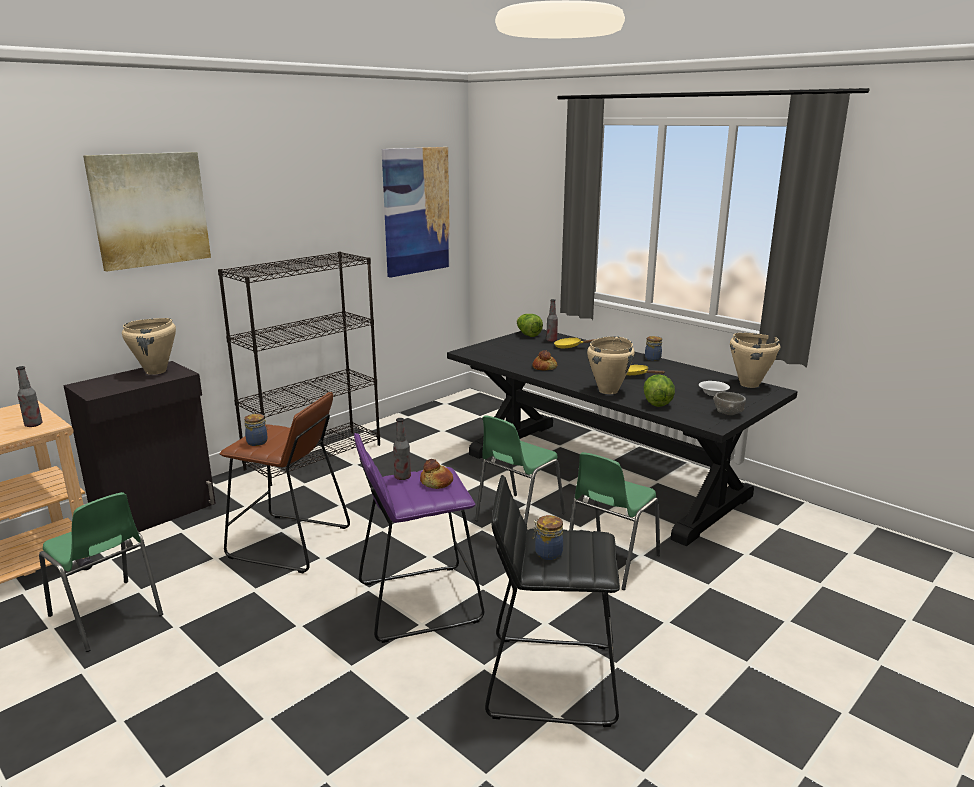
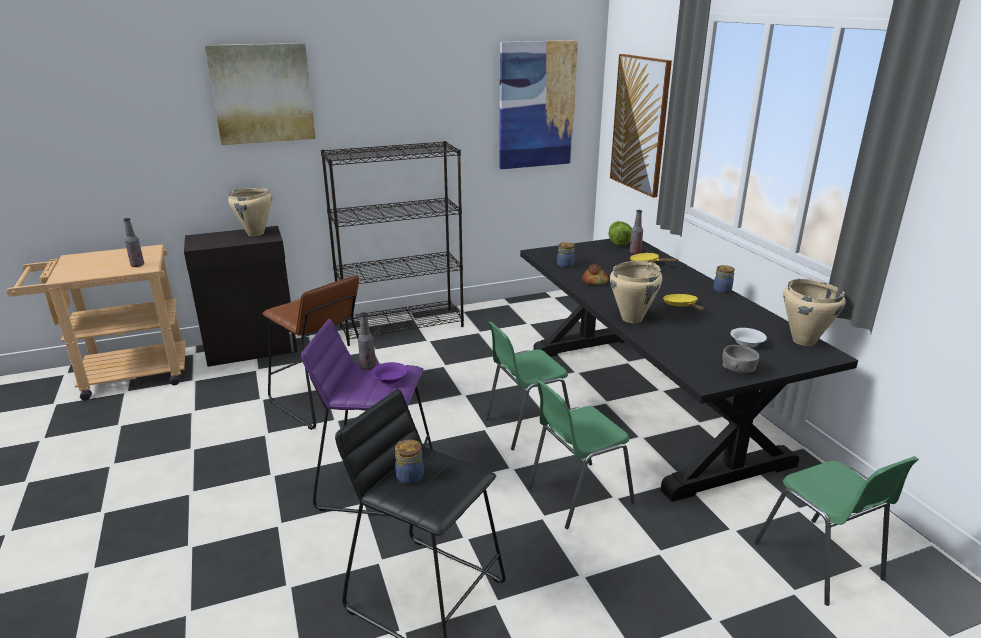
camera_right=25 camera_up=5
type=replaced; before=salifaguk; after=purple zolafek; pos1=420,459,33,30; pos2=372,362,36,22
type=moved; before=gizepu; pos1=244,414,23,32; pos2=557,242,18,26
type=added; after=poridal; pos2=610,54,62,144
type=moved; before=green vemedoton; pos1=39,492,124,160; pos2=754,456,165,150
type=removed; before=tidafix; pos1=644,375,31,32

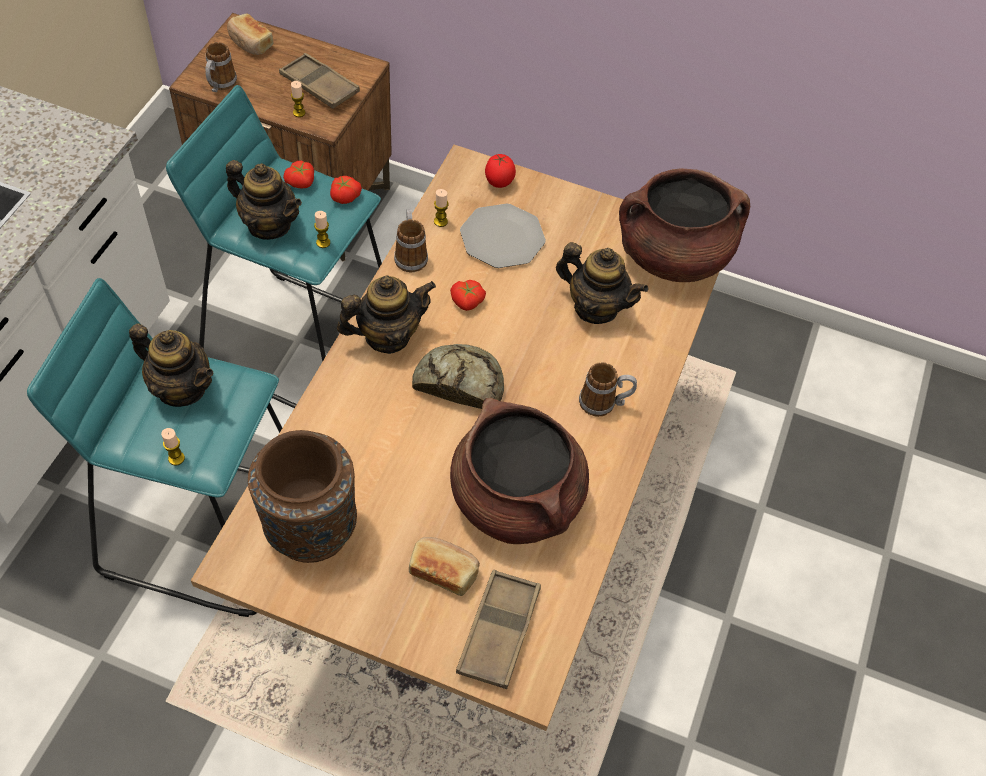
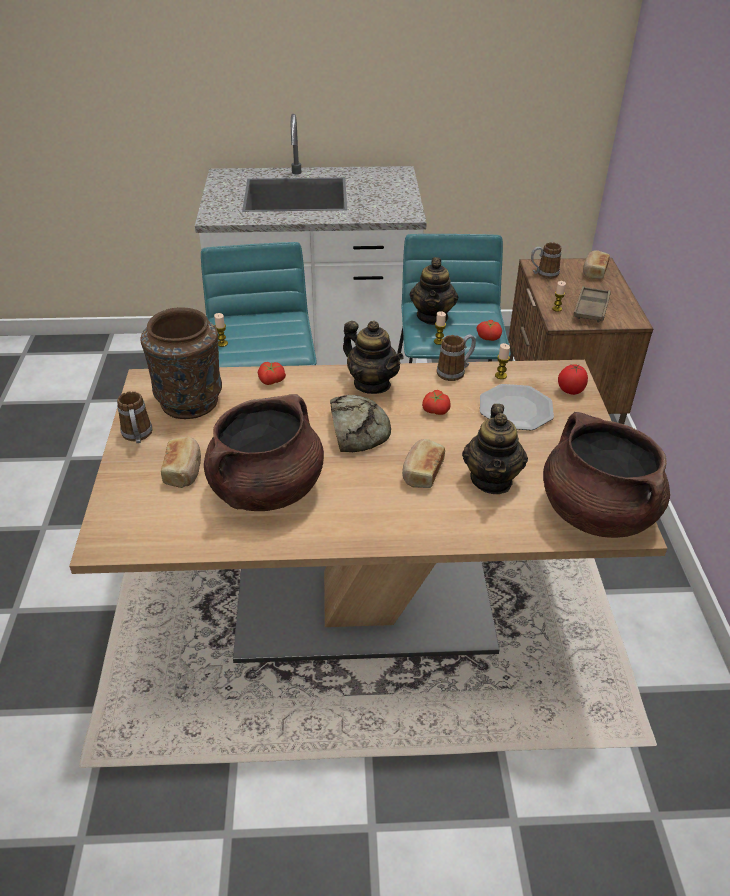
camera_right=70 camera_up=-15
type=moved; before=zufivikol; pos1=579,362,58,55; pos2=117,391,35,52
type=moved; before=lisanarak; pos1=283,161,31,27; pos2=258,362,28,23
type=added; after=salifaguk; pos2=402,439,43,49
type=removed; before=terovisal; pos1=129,323,85,84
type=removed; before=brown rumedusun; pos1=456,570,85,119

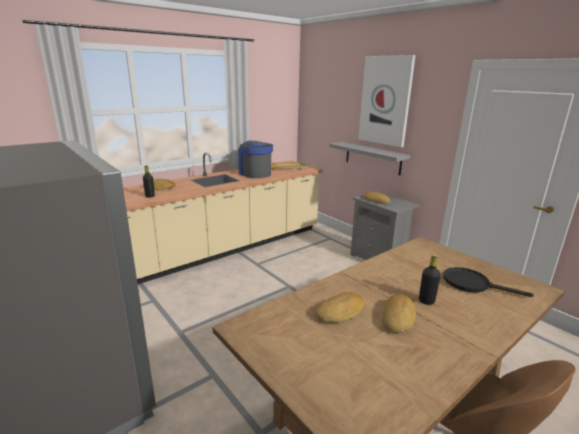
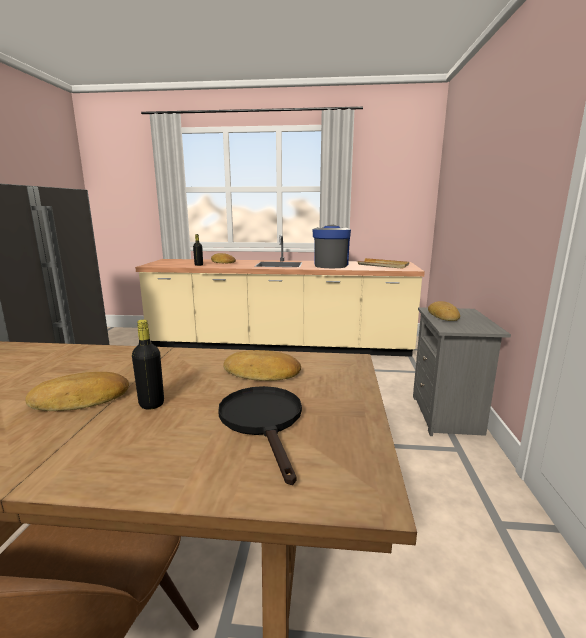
camera_right=45 camera_up=-5
type=moved; before=salifaguk; pos1=315,292,49,31; pos2=223,350,78,31
type=removed; before=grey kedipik; pos1=329,142,81,33
type=removed; before=poridal; pos1=358,55,57,92

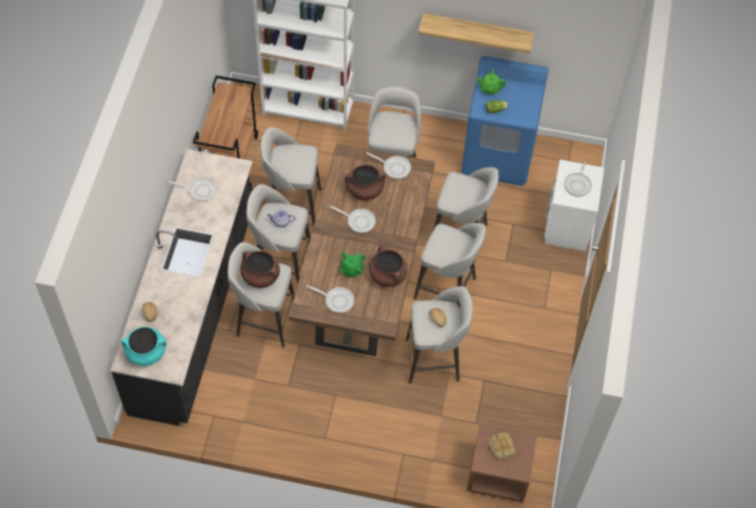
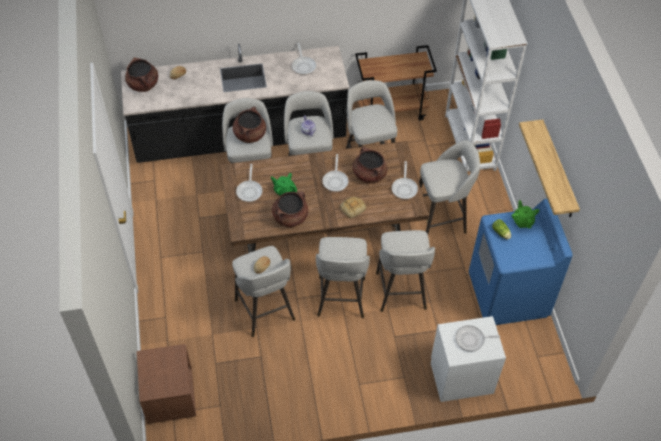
camera_right=70 camera_up=-5
type=recoloured; before=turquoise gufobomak; after=brown gufobomak; pos1=121,327,46,39; pos2=125,57,33,35
type=moved; before=salifaguk; pos1=488,433,28,26; pos2=340,197,26,22

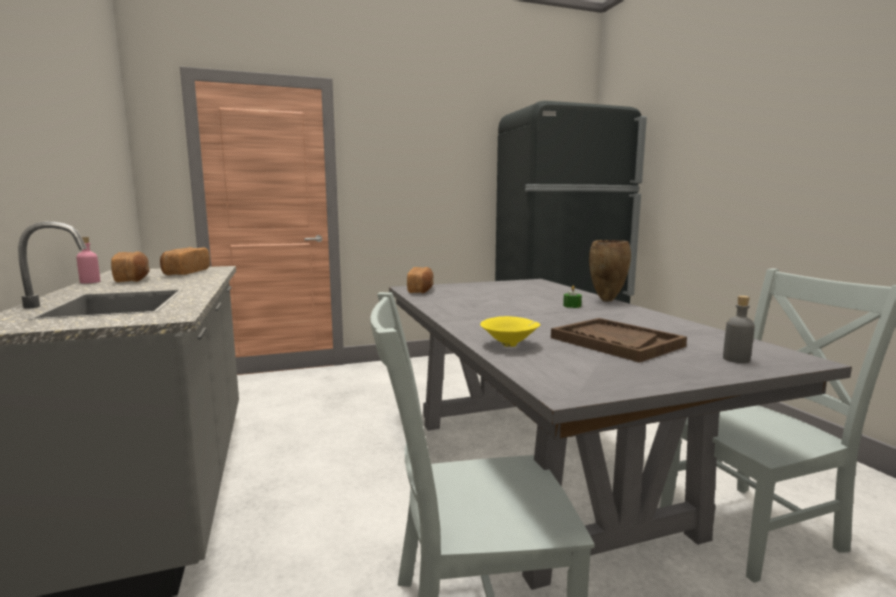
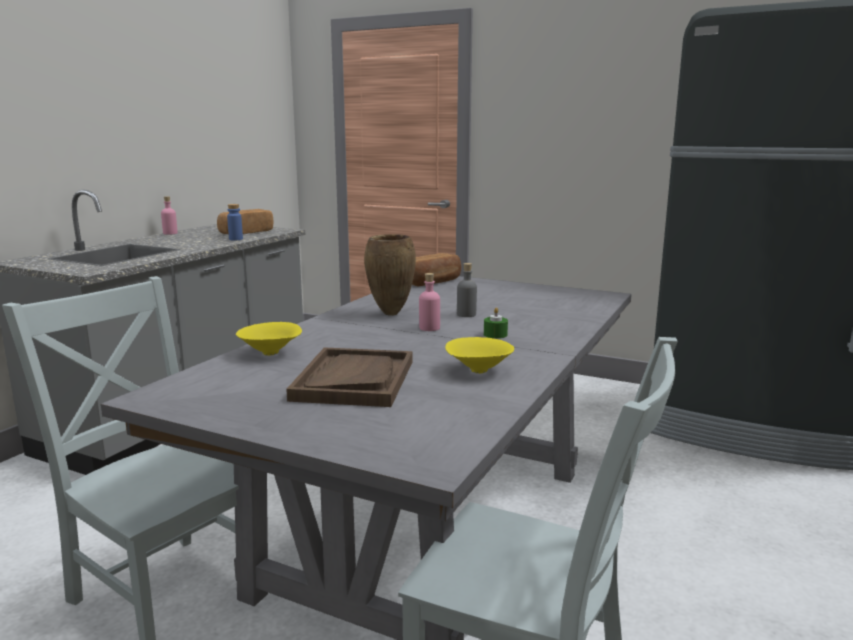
camera_right=45 camera_up=5
type=added; after=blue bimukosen; pos2=227,204,16,37
type=moved; before=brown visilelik; pos1=589,240,42,62; pos2=364,234,52,82
type=added; after=pink bimukosen; pos2=419,273,21,58
type=added; after=yellow zolafek; pos2=445,337,69,36
type=moved; before=grey bimukosen; pos1=723,296,32,67; pos2=457,263,20,54
type=removed; before=salifaguk; pos1=111,251,38,31

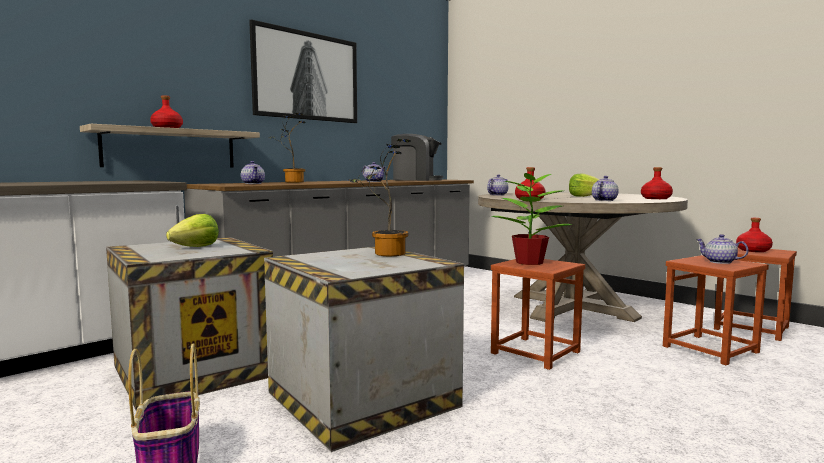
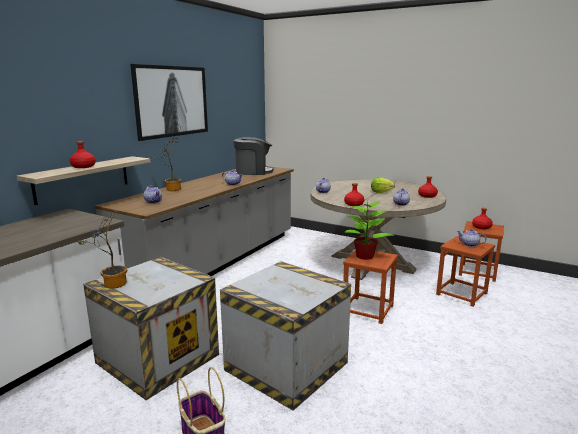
camera_right=-15 camera_up=10
type=moved; before=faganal; pos1=348,139,63,117; pos2=78,210,49,79
type=removed; before=tidafix; pos1=166,214,53,33

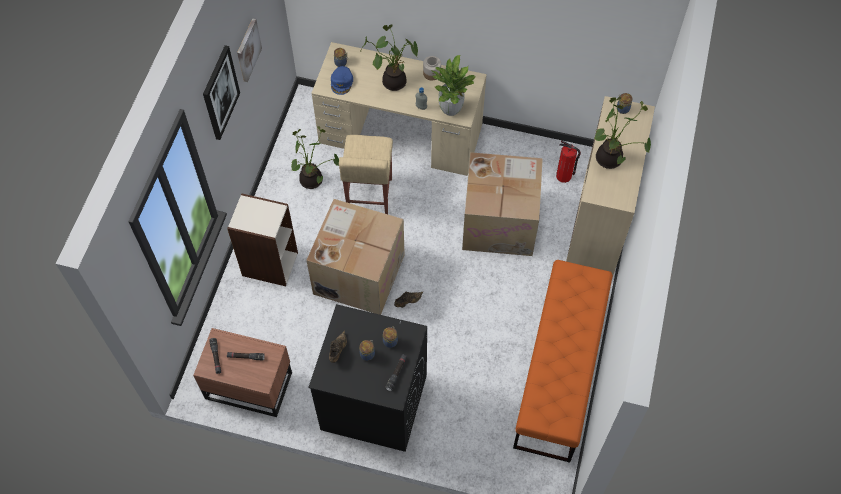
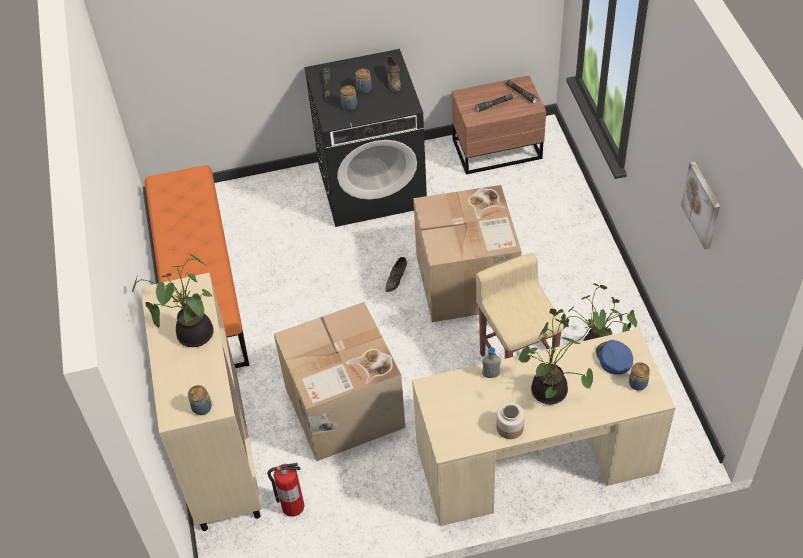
camera_right=155 camera_up=-10
type=removed; before=poridal; pos1=203,45,37,95
type=removed; before=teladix; pos1=227,193,71,93
type=removed; before=faganal; pos1=431,55,45,61

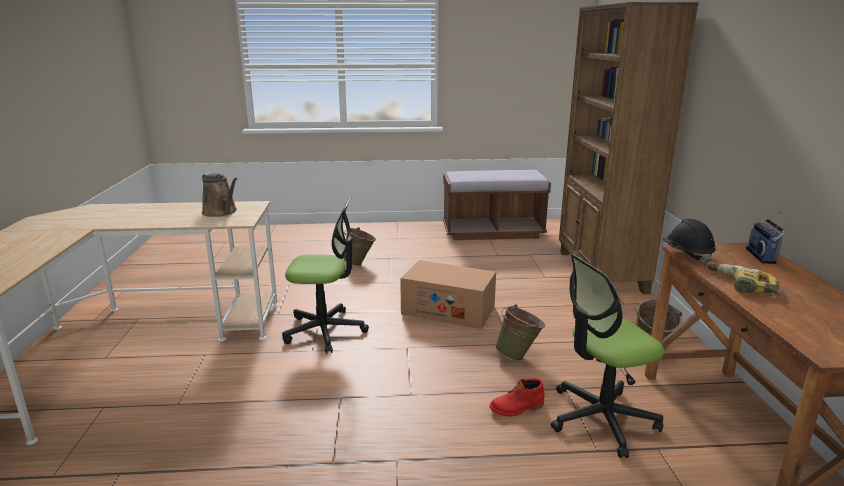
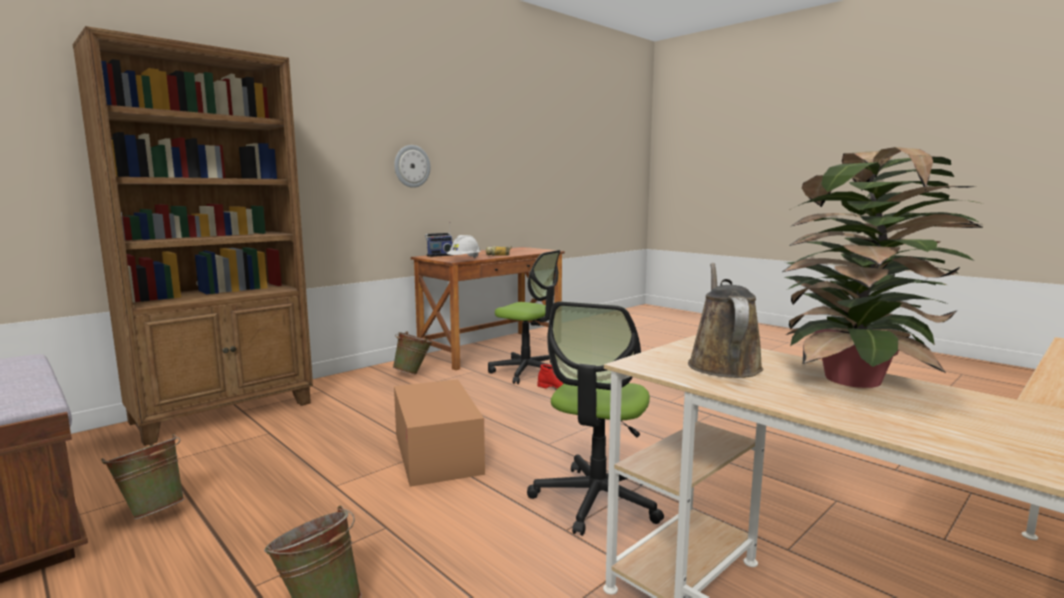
camera_right=-130 camera_up=-10
type=moved; before=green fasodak; pos1=495,304,50,57; pos2=101,434,84,85
type=added; after=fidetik; pos2=394,145,37,43
type=recoloured; before=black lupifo; after=white lupifo; pos1=662,219,54,45; pos2=447,235,34,23
type=turned; before=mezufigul; pos1=282,196,87,157; pos2=527,301,137,235; turn=-120
type=added; after=faganal; pos2=782,147,202,241

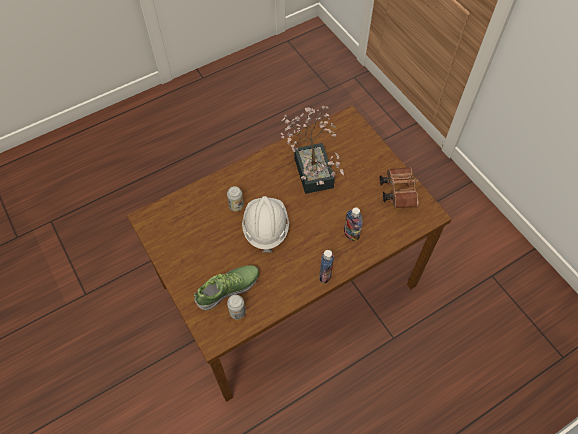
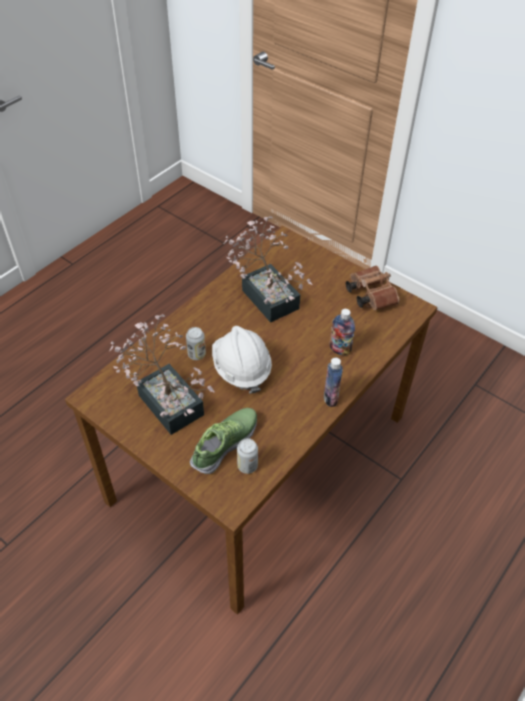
camera_right=-20 camera_up=-10
type=added; after=faganal; pos2=109,314,106,121

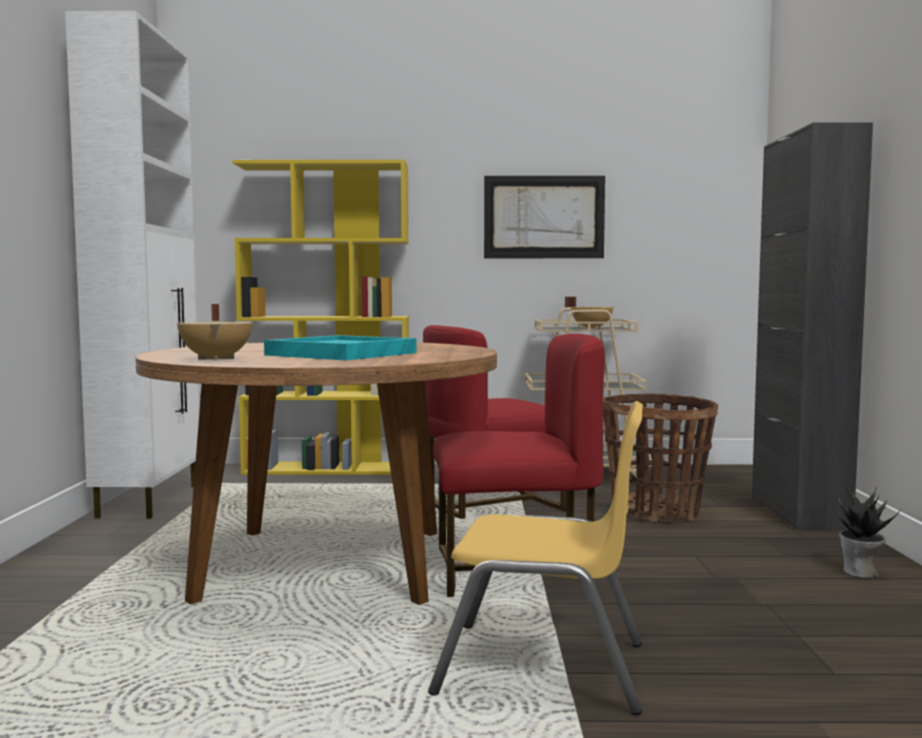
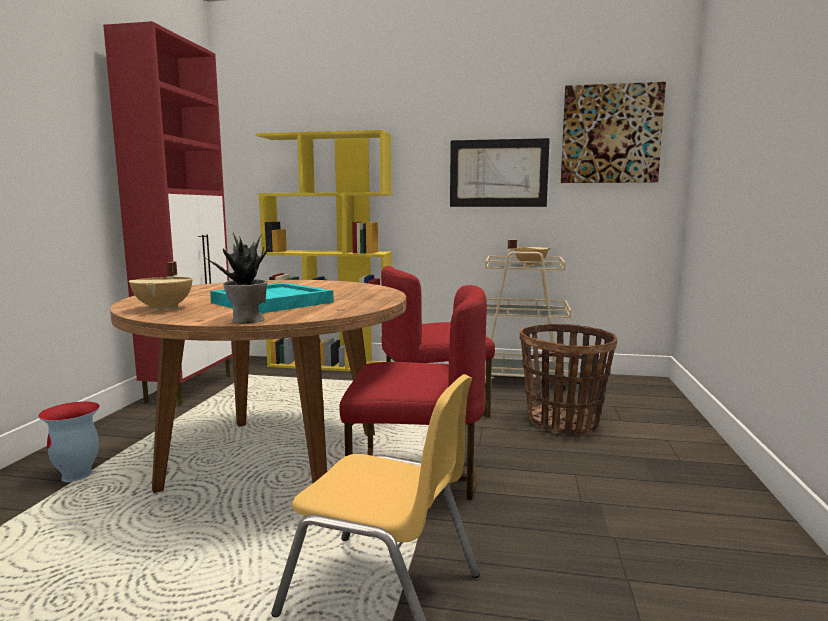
camera_right=10 camera_up=5
type=added; after=visilelik; pos2=38,401,62,81
type=recoloured; before=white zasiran; after=red zasiran; pos1=65,11,135,508; pos2=103,21,130,384
type=moved; before=faganal; pos1=835,486,65,92; pos2=205,233,65,90
type=added; after=poridal; pos2=561,82,105,101
type=removed; before=black zasiran; pos1=752,122,121,408

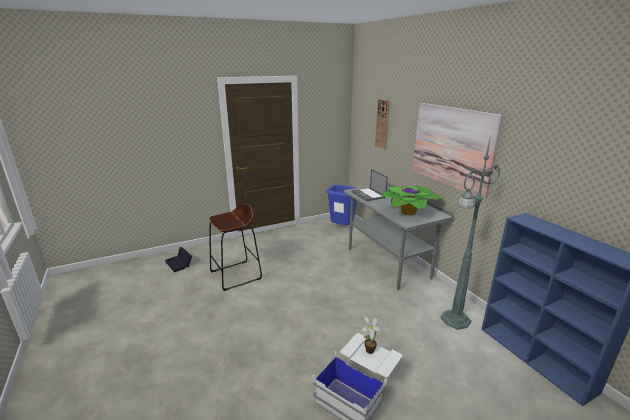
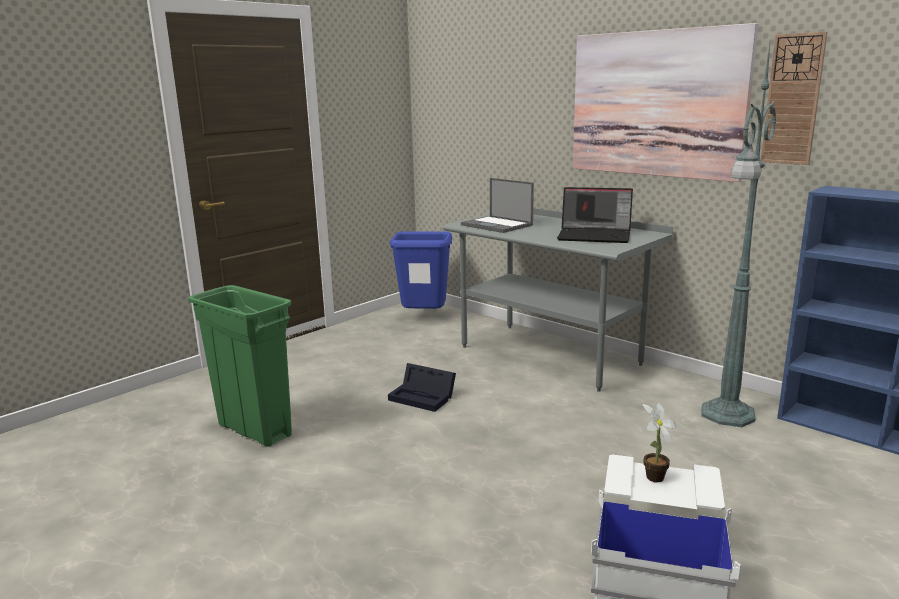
camera_right=-20 camera_up=-5
type=replaced; before=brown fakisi; after=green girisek; pos1=209,204,53,87; pos2=188,285,104,162
type=moved; before=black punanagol; pos1=165,247,27,25; pos2=388,363,68,49
type=replaced; before=faganal; after=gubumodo; pos1=381,186,63,29; pos2=557,187,76,56
type=moved; before=fidetik; pos1=375,99,15,50; pos2=761,32,67,133

